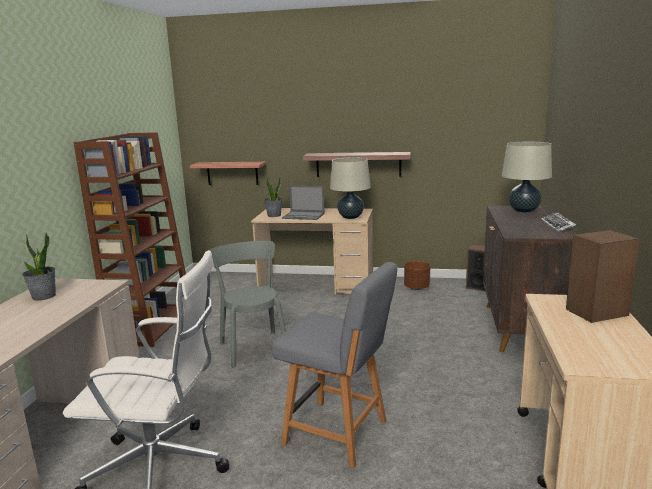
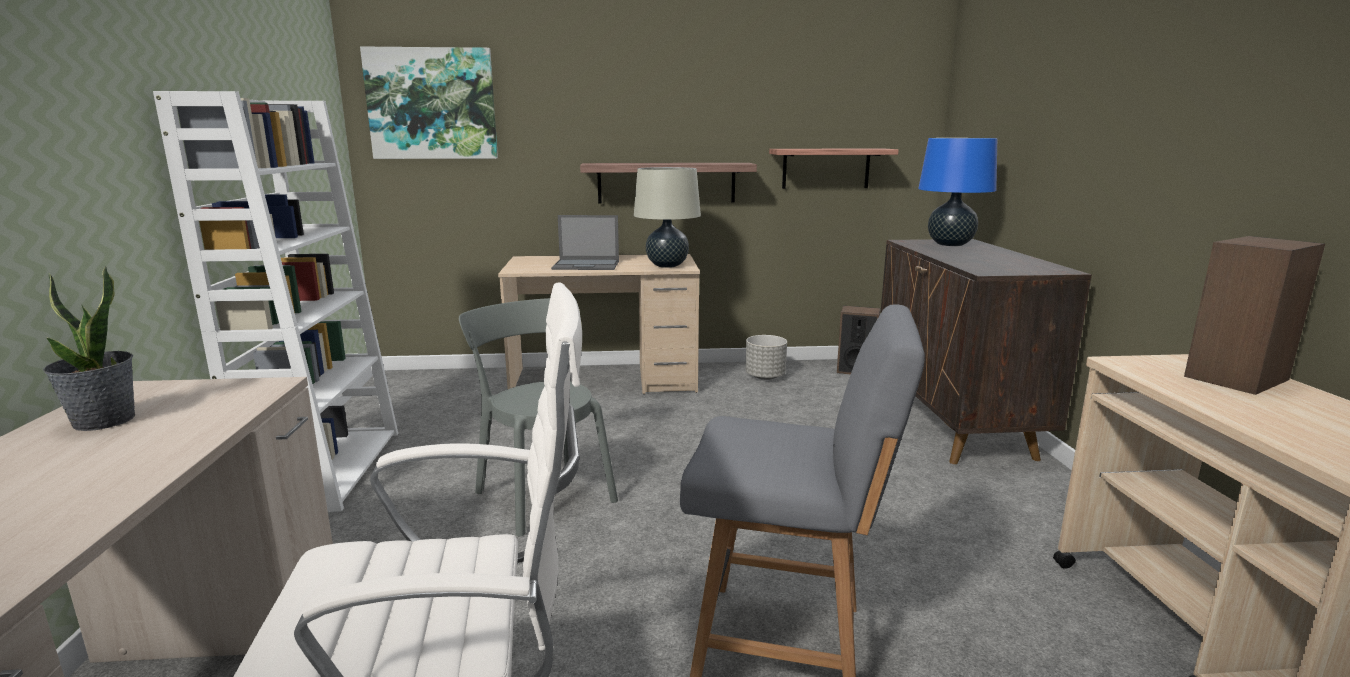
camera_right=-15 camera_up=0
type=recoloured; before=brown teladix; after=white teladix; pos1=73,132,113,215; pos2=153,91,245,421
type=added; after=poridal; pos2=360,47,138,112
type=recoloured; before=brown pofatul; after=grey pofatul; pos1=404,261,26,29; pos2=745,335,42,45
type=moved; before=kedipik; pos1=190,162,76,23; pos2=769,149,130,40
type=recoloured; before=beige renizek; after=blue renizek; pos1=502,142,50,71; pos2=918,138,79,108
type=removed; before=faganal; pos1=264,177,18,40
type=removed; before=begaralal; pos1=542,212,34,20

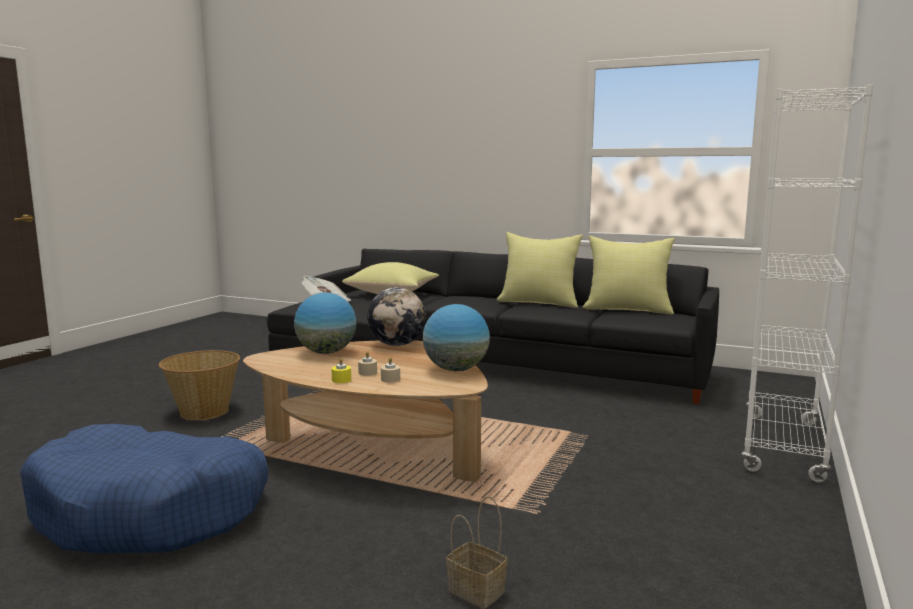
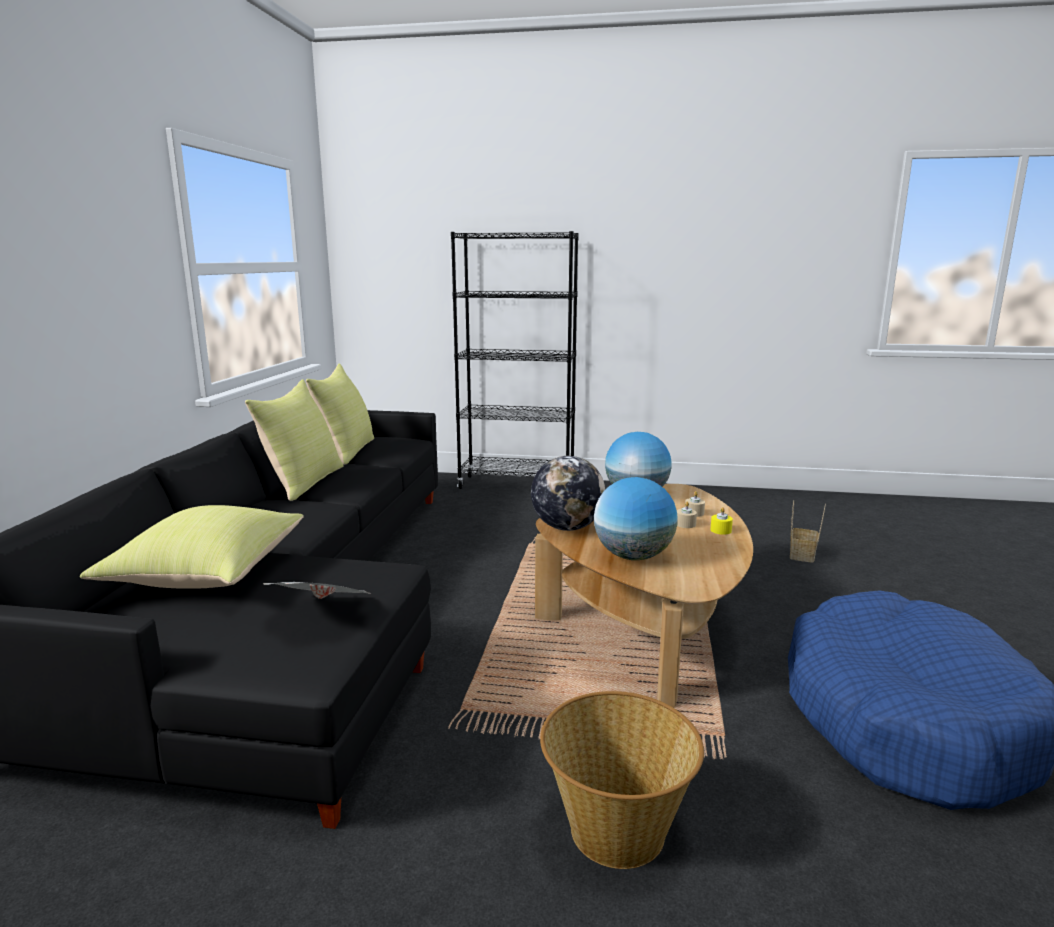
camera_right=-105 camera_up=5
type=recoloured; before=white teladix; after=black teladix; pos1=742,85,131,398; pos2=451,231,128,258

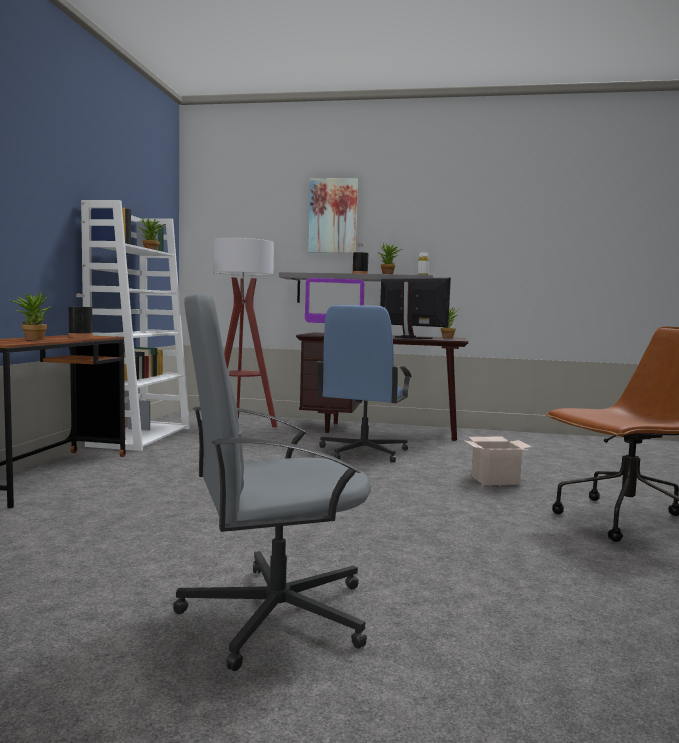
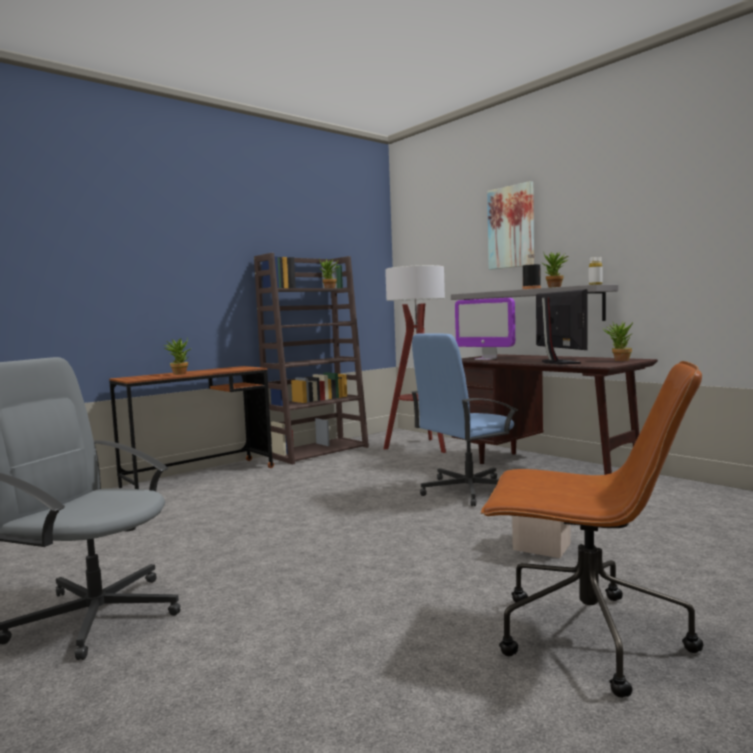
camera_right=40 camera_up=0
type=recoloured; before=white teladix; after=brown teladix; pos1=81,200,109,251; pos2=254,253,115,212
type=removed; before=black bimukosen; pos1=69,294,24,44

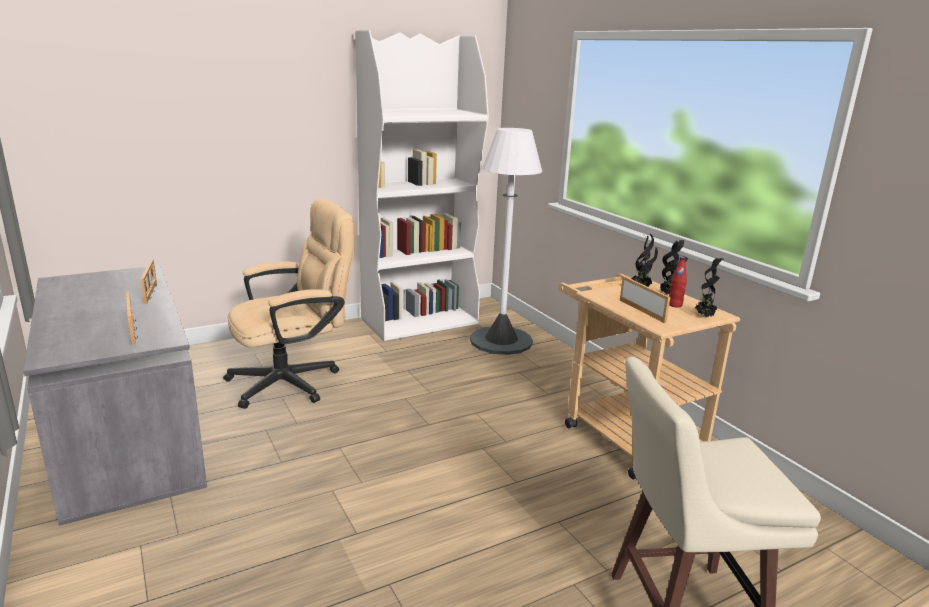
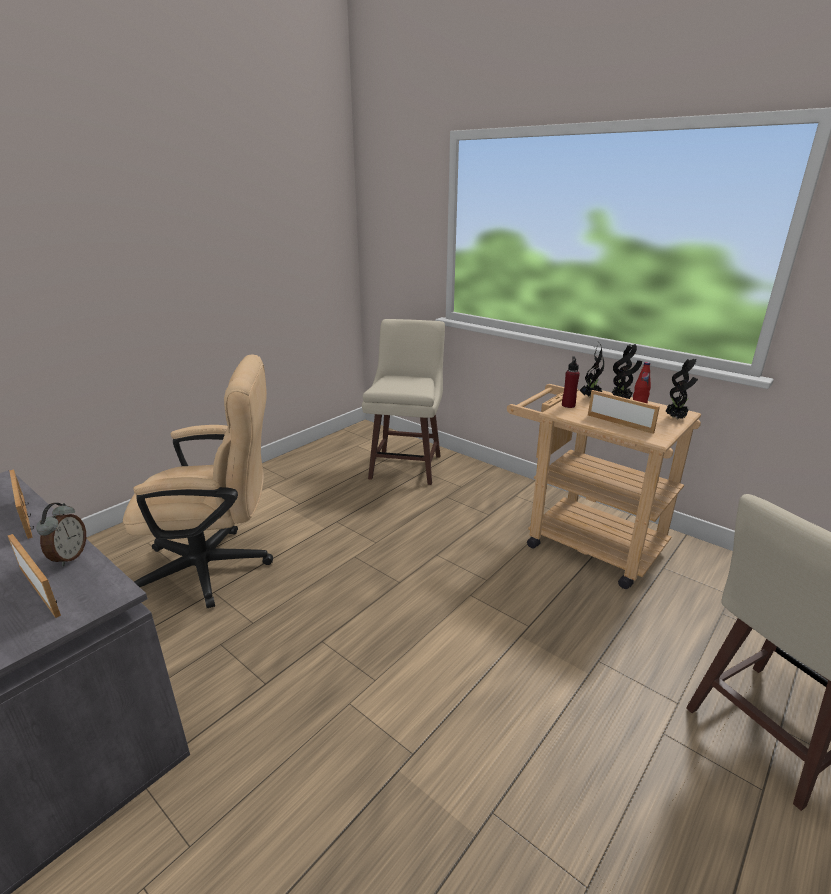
camera_right=-20 camera_up=5
type=added; after=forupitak; pos2=36,503,50,63
type=turned; before=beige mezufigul; pos1=223,198,132,211; pos2=123,354,150,254; turn=45
type=replaced; before=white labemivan; after=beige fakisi; pos1=470,128,72,227; pos2=362,319,83,166
type=added; after=red bimukosen; pos2=562,356,18,52
type=removed; before=white teladix; pos1=355,30,134,311

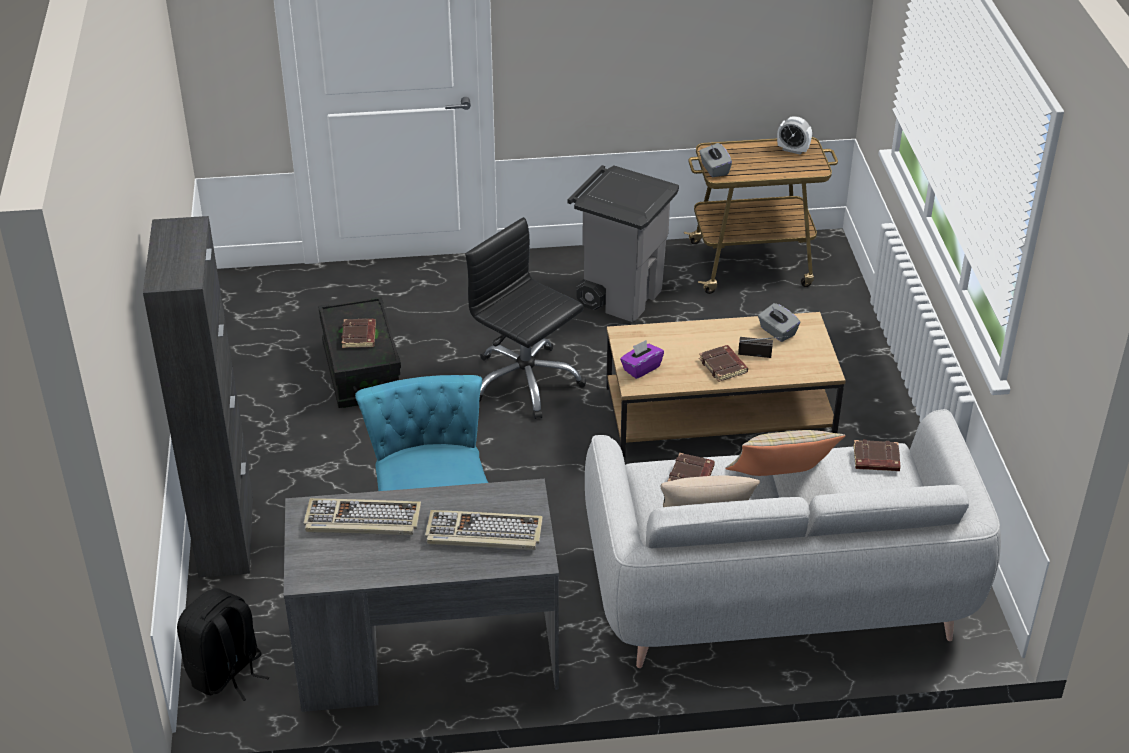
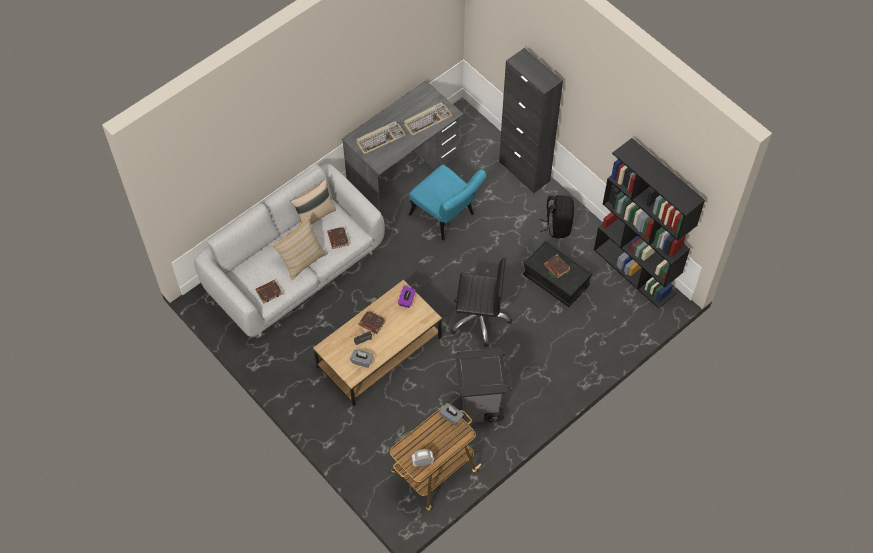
camera_right=145 camera_up=20
type=moved; before=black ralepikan; pos1=177,588,93,113; pos2=540,195,34,43
type=added; after=black teladix; pos2=594,138,111,170

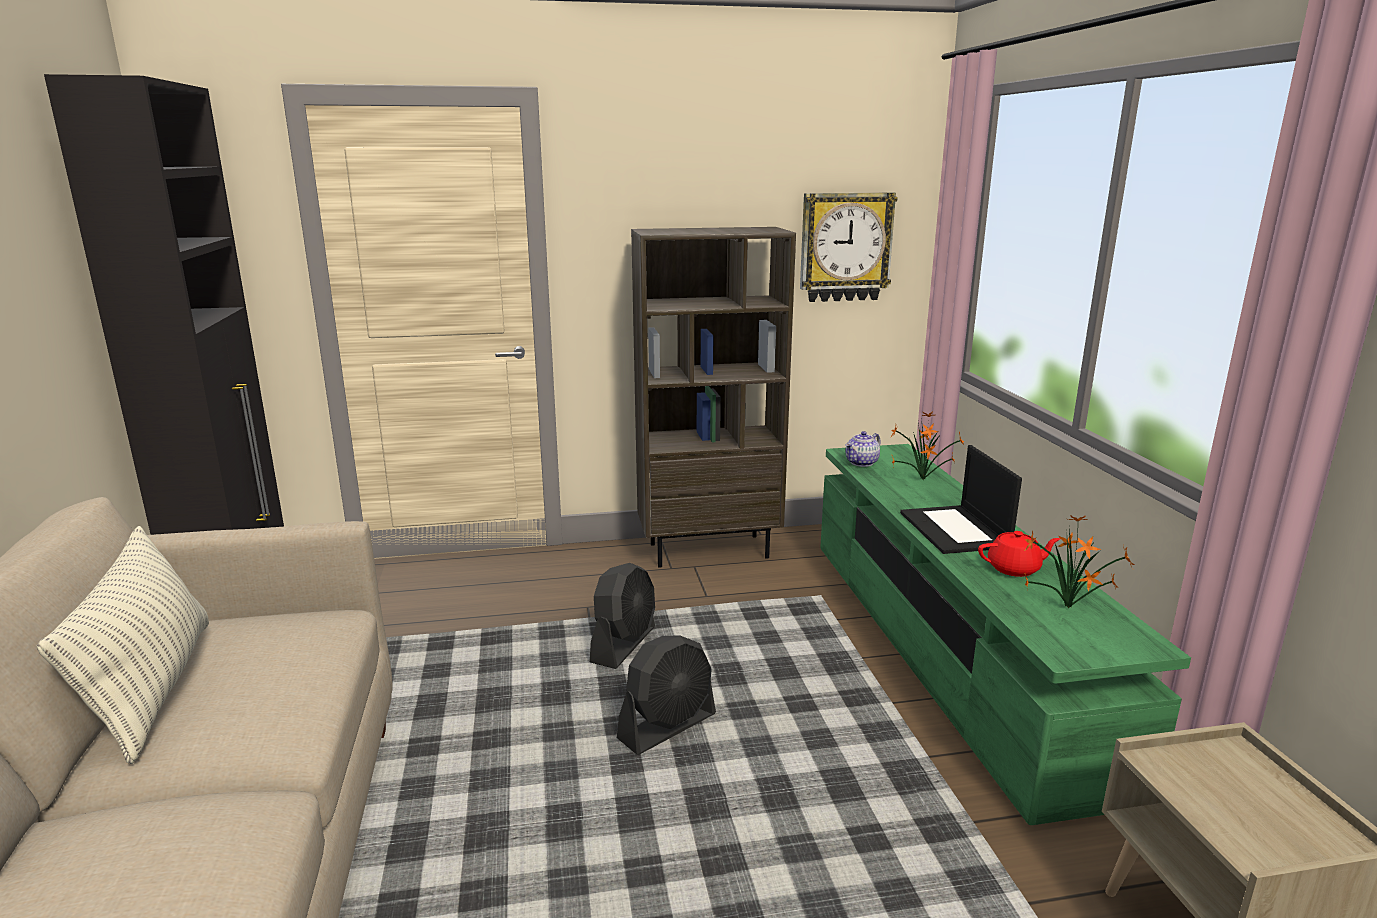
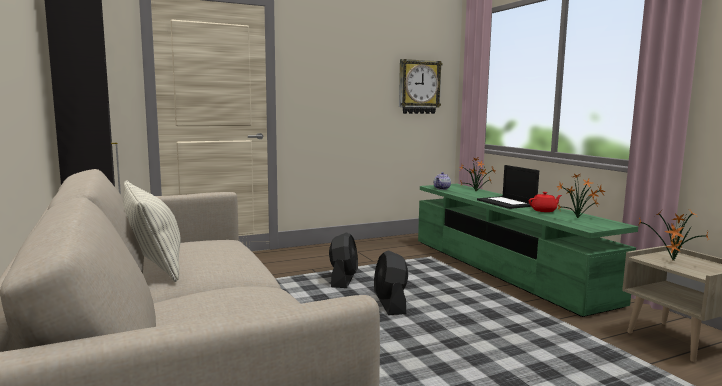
camera_right=-15 camera_up=-10
type=turned; before=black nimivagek; pos1=617,635,99,120; pos2=374,250,34,65; turn=135
type=added; after=faganal; pos2=638,209,71,52
type=removed; before=brown teladix; pos1=631,227,165,340

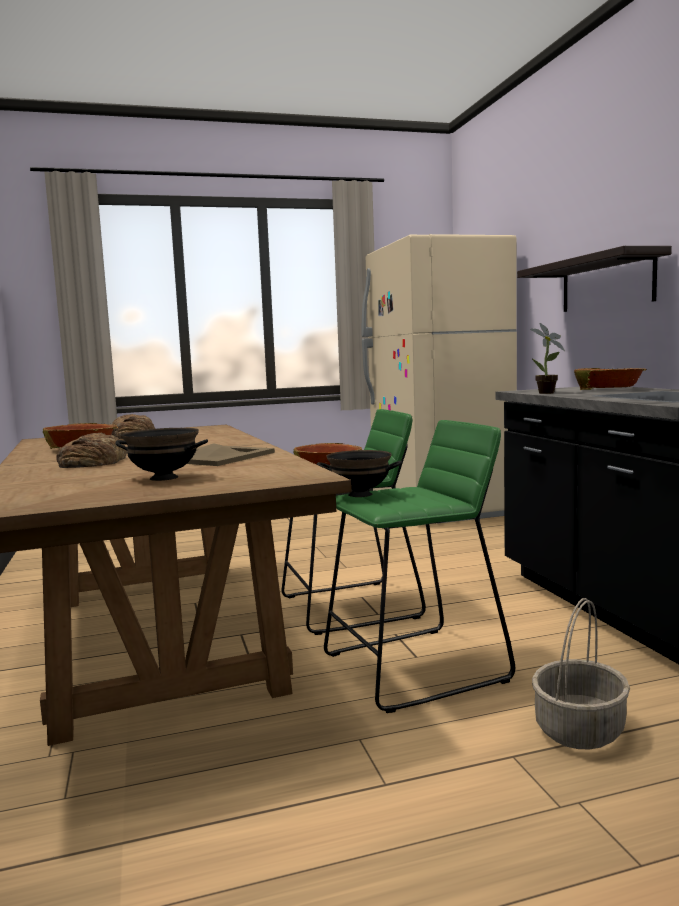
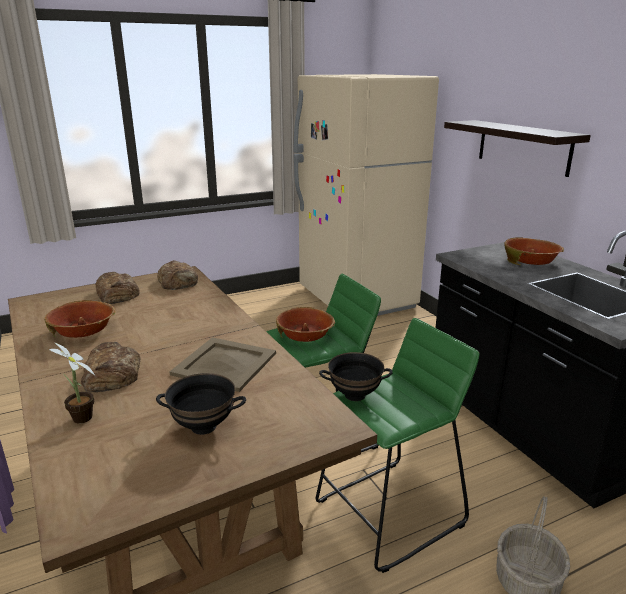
camera_right=-10 camera_up=15
type=moved; before=faganal; pos1=531,323,34,71; pos2=49,342,46,81
type=added; after=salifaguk; pos2=157,260,41,30

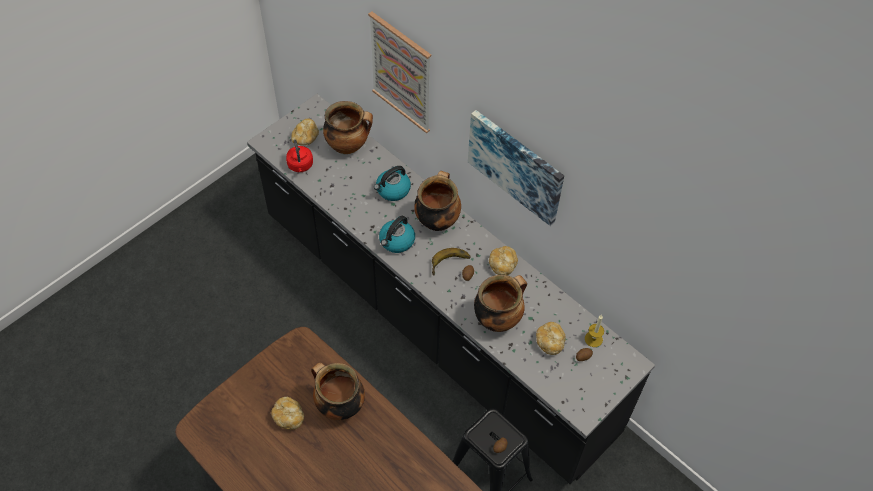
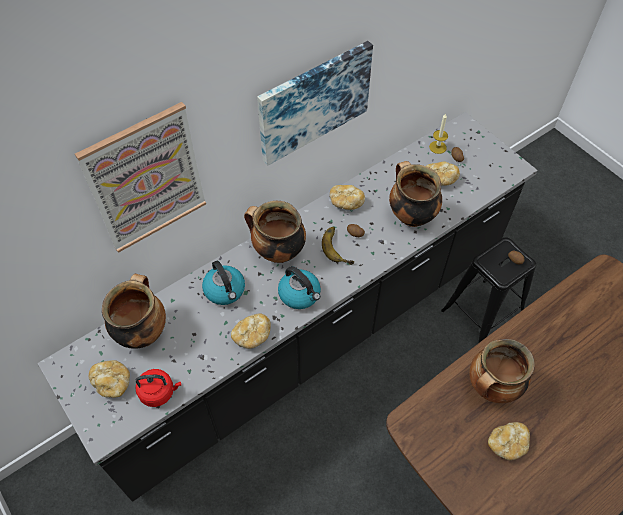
camera_right=-80 camera_up=0
type=added; after=salifaguk; pos2=231,314,40,35

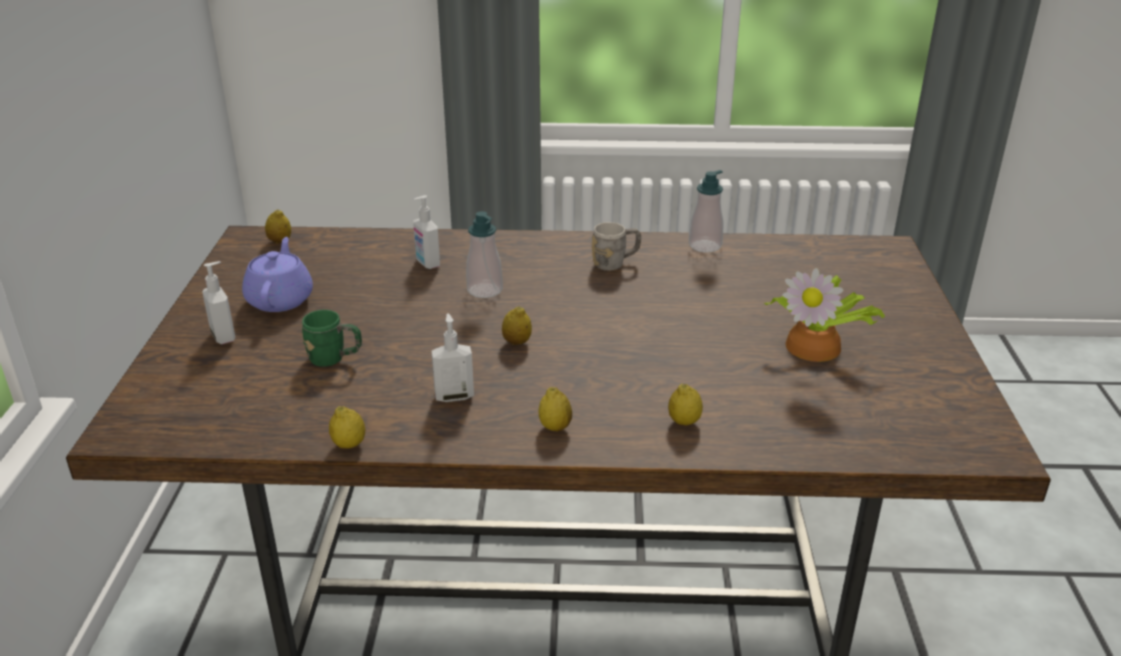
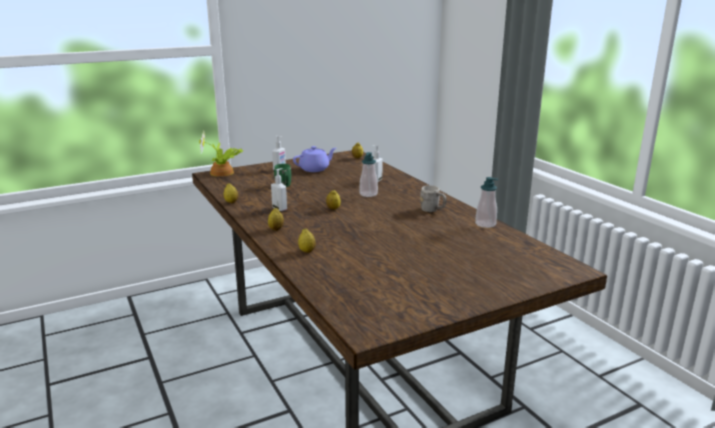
camera_right=60 camera_up=-10
type=moved; before=faganal; pos1=764,268,121,94; pos2=199,130,44,47

